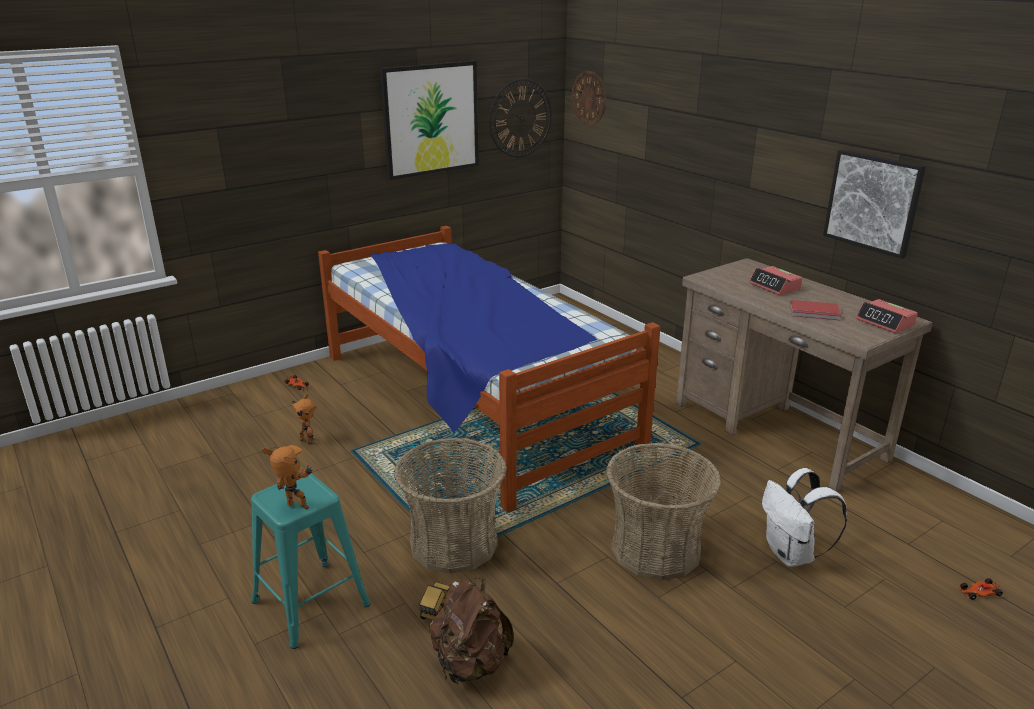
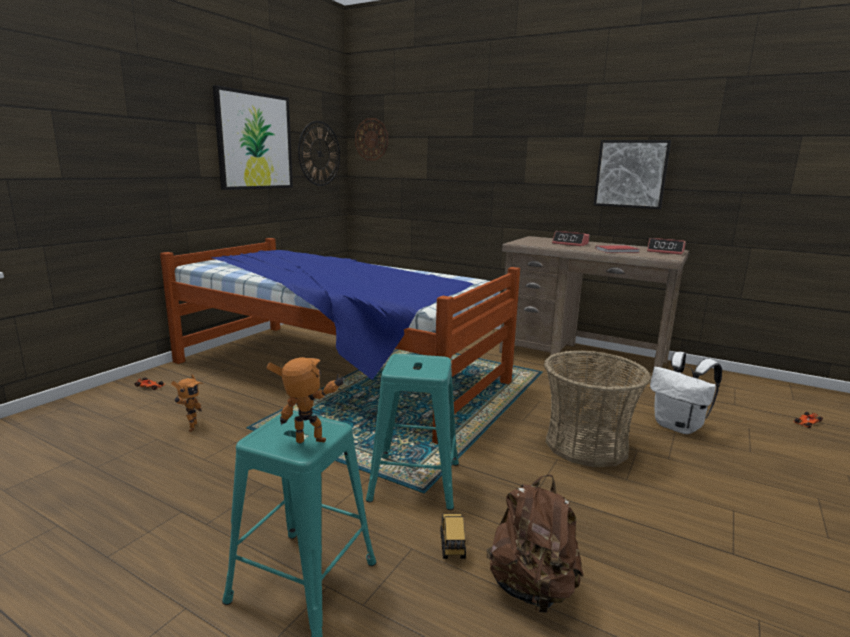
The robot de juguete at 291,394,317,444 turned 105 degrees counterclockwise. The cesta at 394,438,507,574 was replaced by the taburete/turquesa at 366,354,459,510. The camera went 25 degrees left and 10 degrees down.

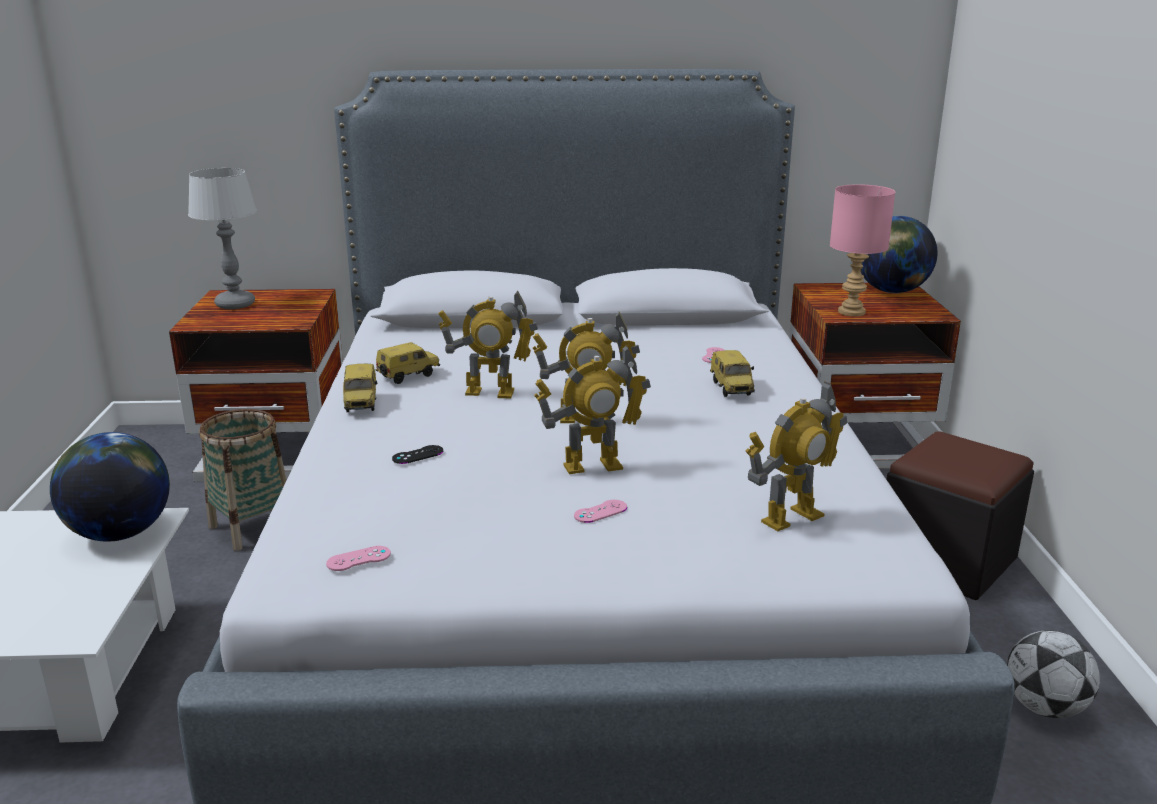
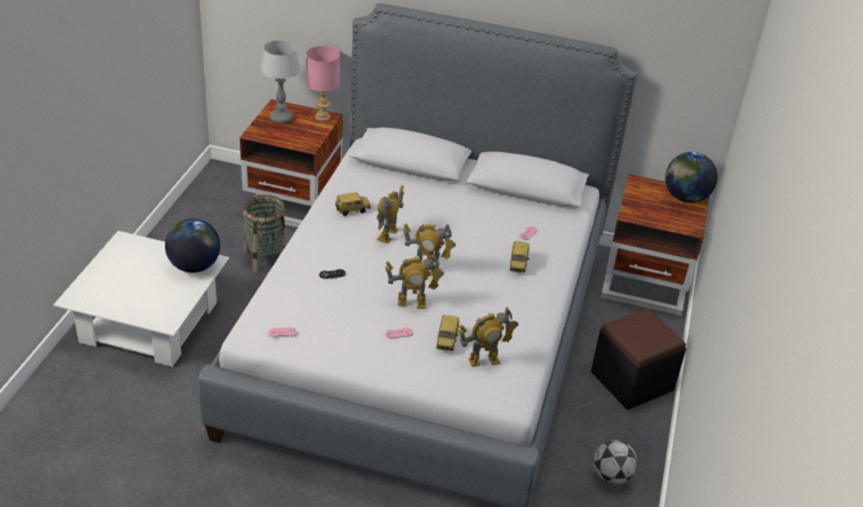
The coche de juguete moved from 343,364,377,412 to 436,315,459,351. The robot de juguete at 438,290,538,399 turned 90 degrees clockwise. The lámpara de mesa/rosa moved from 830,184,895,316 to 306,46,340,122. The camera went 15 degrees right and 15 degrees up.

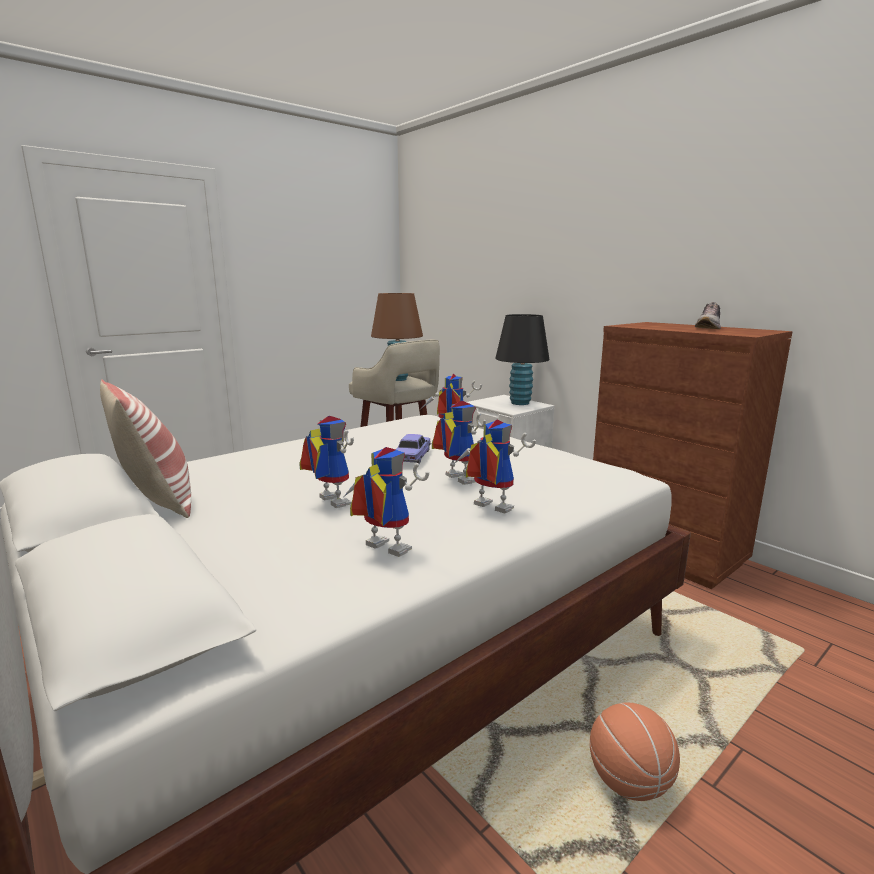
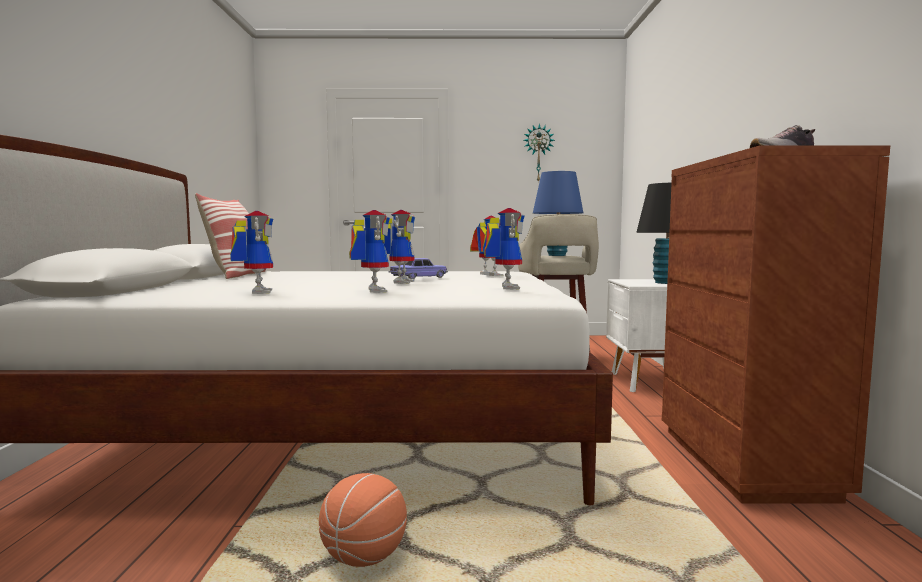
The robot de juguete moved from 299,416,354,508 to 484,208,525,290. The lámpara de mesa/marrón at 371,293,423,381 became the lámpara de mesa/azul at 533,171,583,256. The reloj de pared at 524,123,555,183 appeared. The camera went 40 degrees right and 10 degrees down.

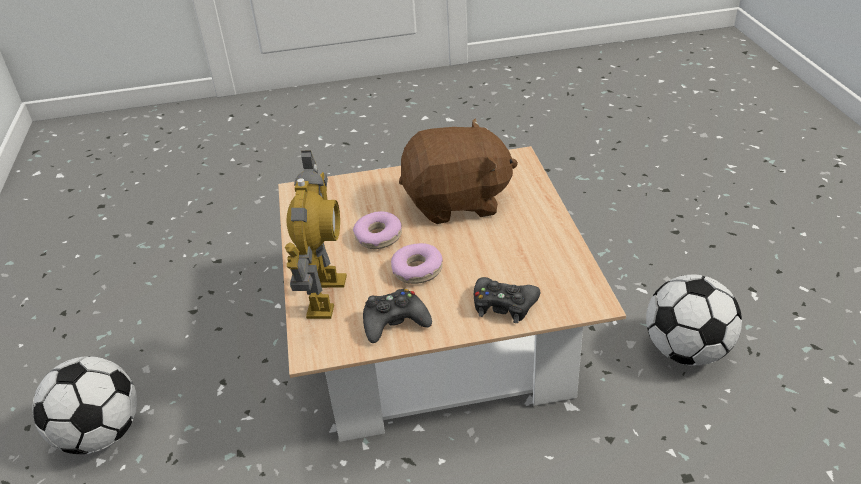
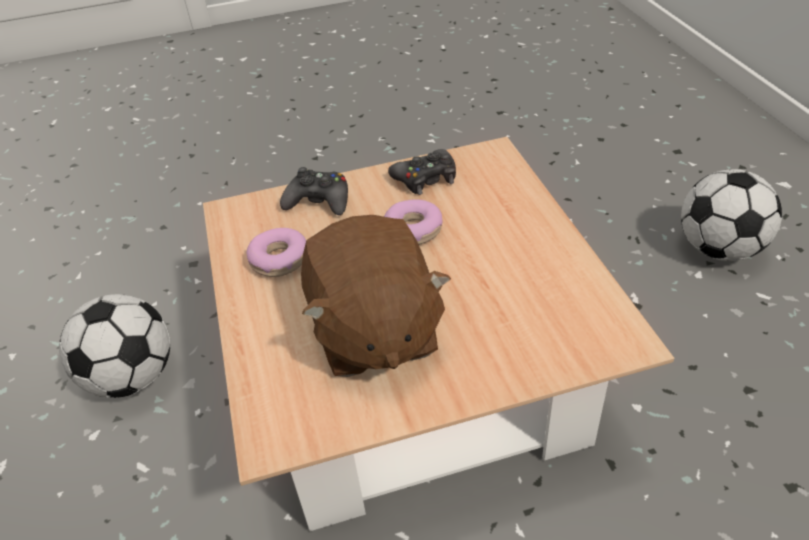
The robot de juguete at 285,151,347,319 disappeared. The rosquilla moved from 353,211,402,249 to 246,228,306,277. The peluche/marrón at 399,119,518,224 turned 90 degrees counterclockwise. The camera went 175 degrees right and 5 degrees up.

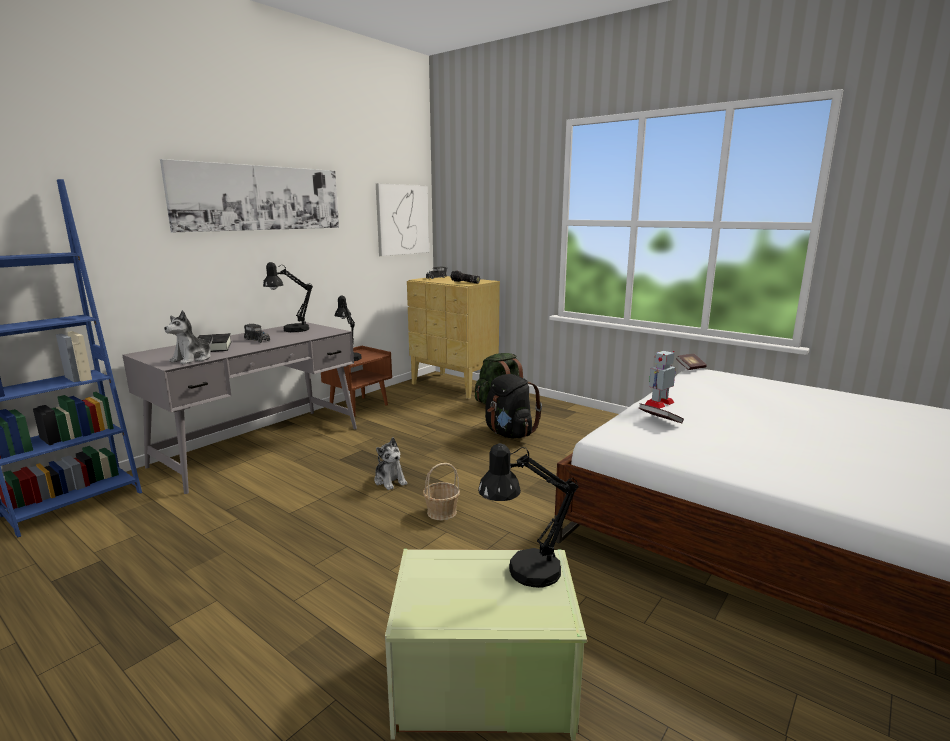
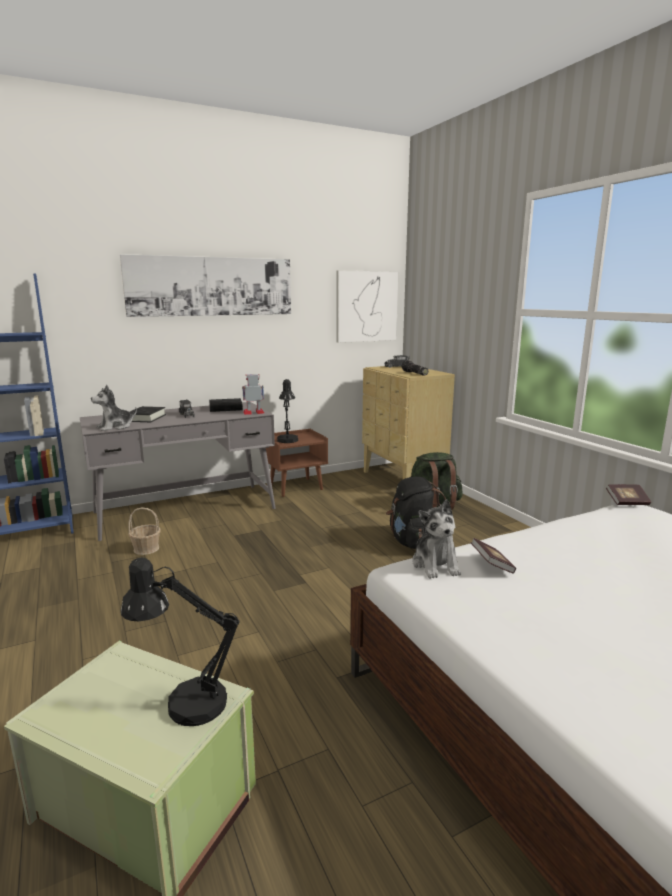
The lámpara de mesa/negro at 263,262,313,332 was replaced by the libro/negro at 209,398,243,412. The peluche moved from 374,437,408,490 to 412,499,461,579. The cesta moved from 423,463,460,520 to 128,507,161,555. The robot de juguete moved from 645,351,676,409 to 242,374,265,415. The camera went 25 degrees right and 0 degrees up.

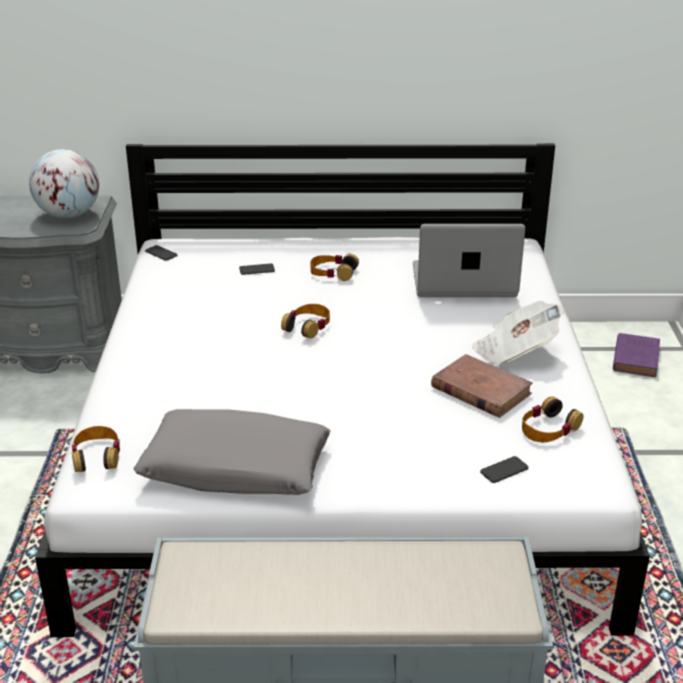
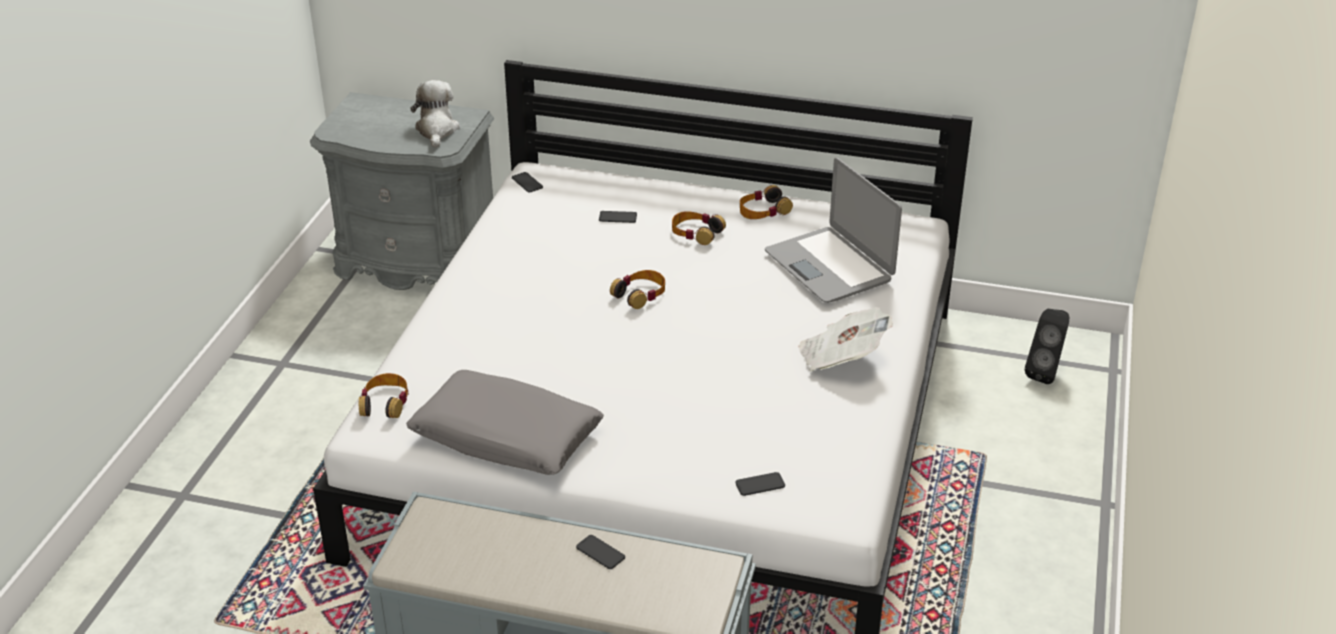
The globo terráqueo at 29,149,99,218 was replaced by the peluche at 410,80,460,148. The portátil at 413,224,525,297 turned 135 degrees counterclockwise. The libro/marrón at 431,354,533,418 disappeared. The auriculares moved from 522,396,583,443 to 740,185,793,219. The libro/morado at 613,333,660,377 was replaced by the altavoz/negro at 1025,309,1069,384. The móvil at 576,535,625,569 appeared. The camera went 15 degrees right and 5 degrees up.

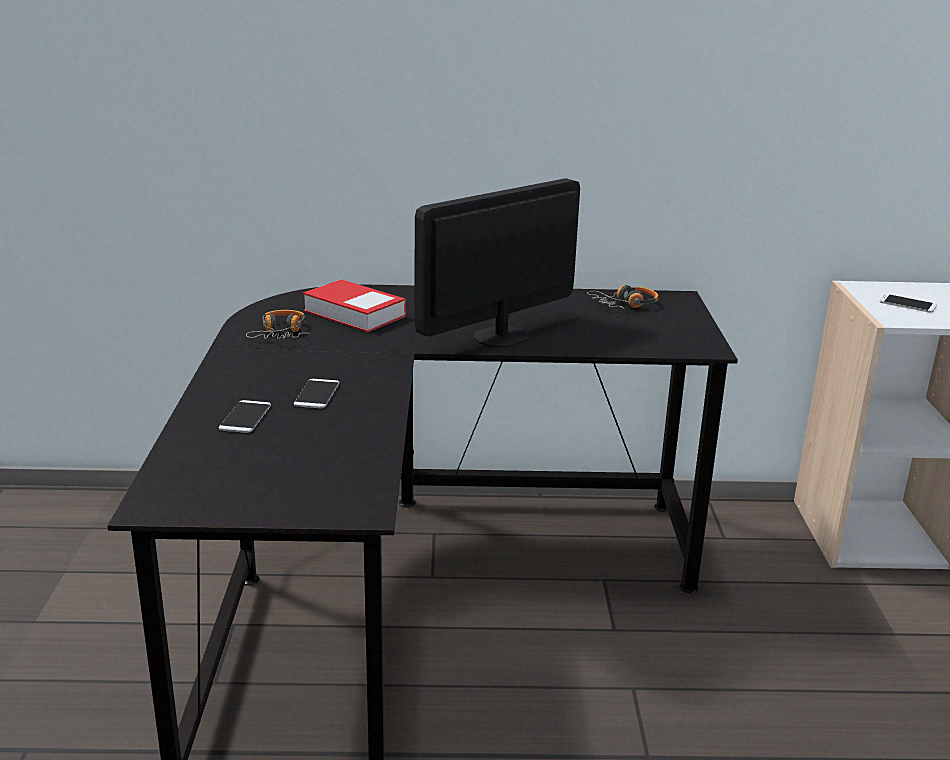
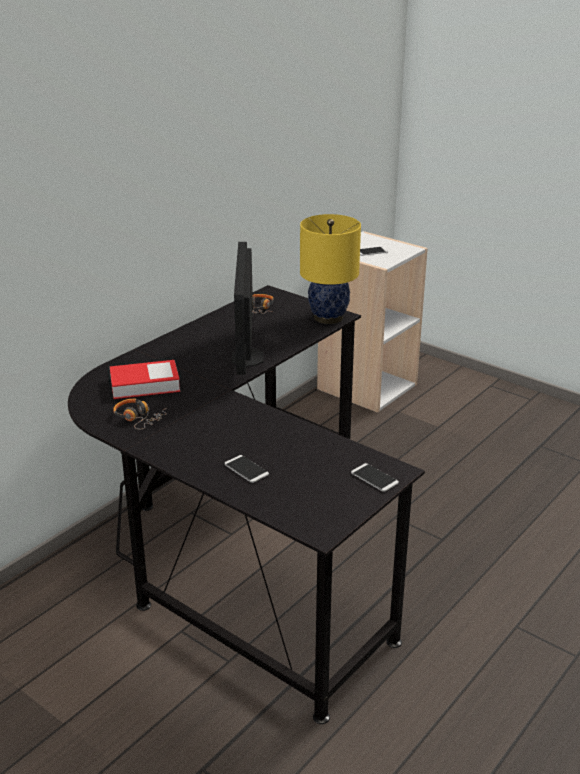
The móvil moved from 294,379,339,408 to 351,463,399,492. The lámpara de mesa/amarillo at 300,214,361,324 appeared. The camera went 50 degrees left and 5 degrees up.

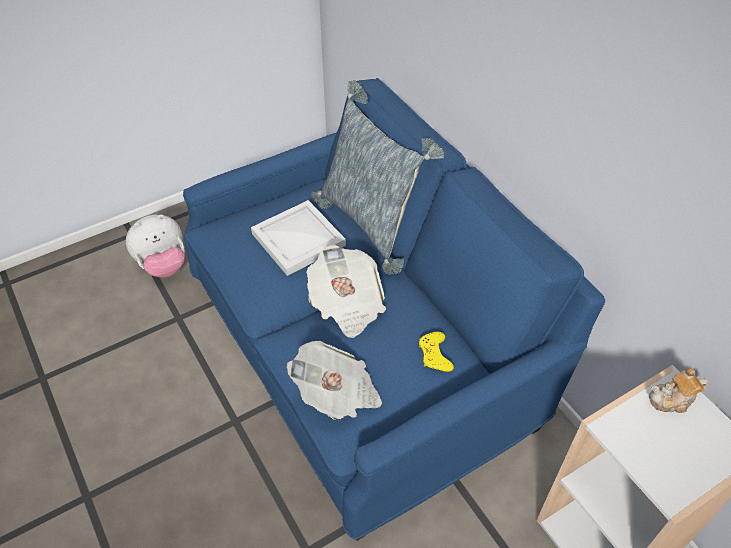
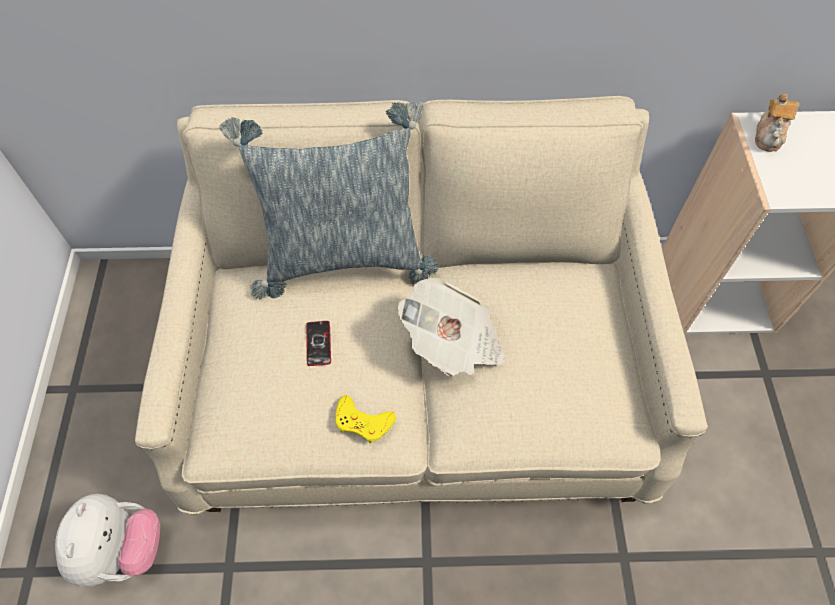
The sofá/azul at 183,78,605,541 became the sofá/beis at 135,96,708,515. The bandeja/blanco at 251,200,346,276 was replaced by the móvil at 306,321,331,366. The periódico at 287,341,382,420 disappeared. The mando de consola/amarillo moved from 419,332,454,372 to 335,395,396,443. The camera went 60 degrees left and 10 degrees up.

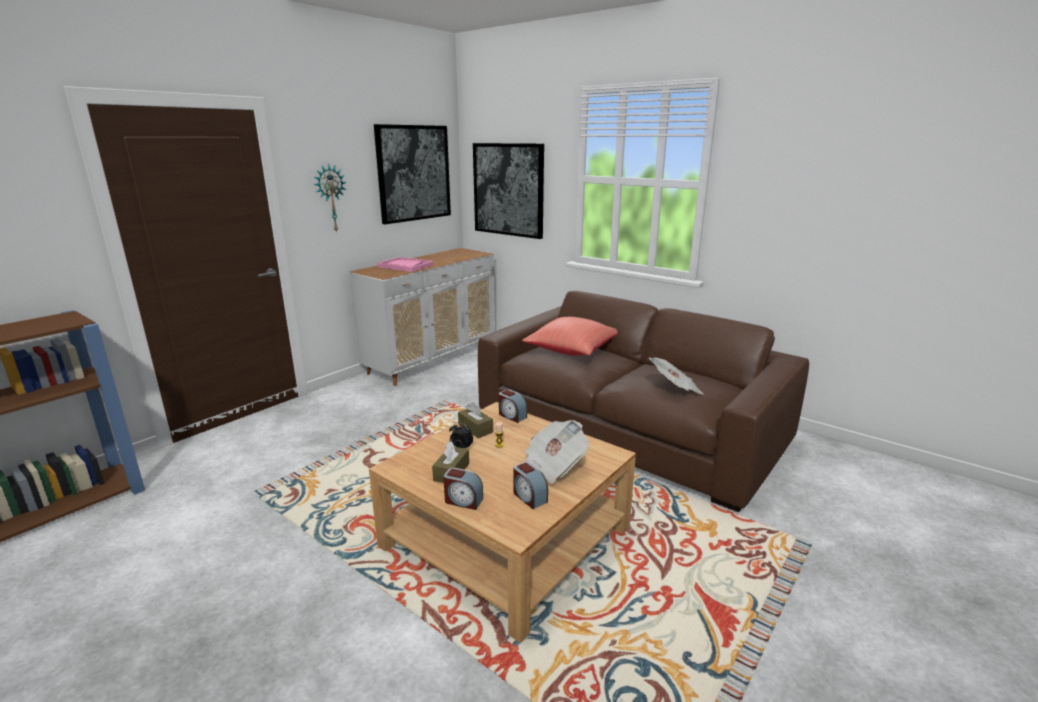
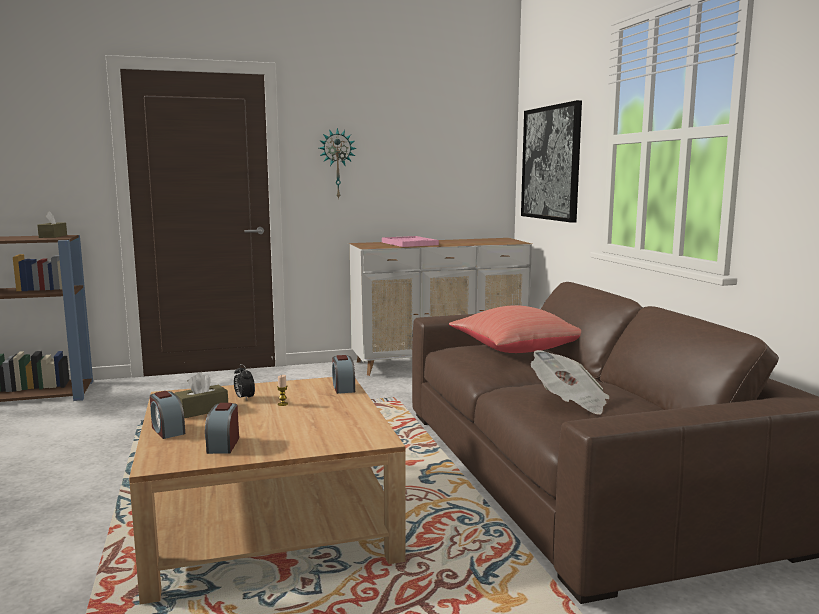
The cuadro at 374,124,451,224 disappeared. The caja de pañuelos/marrón moved from 458,402,493,438 to 37,211,67,238. The periódico at 525,420,589,483 disappeared. The camera went 35 degrees right and 10 degrees down.

